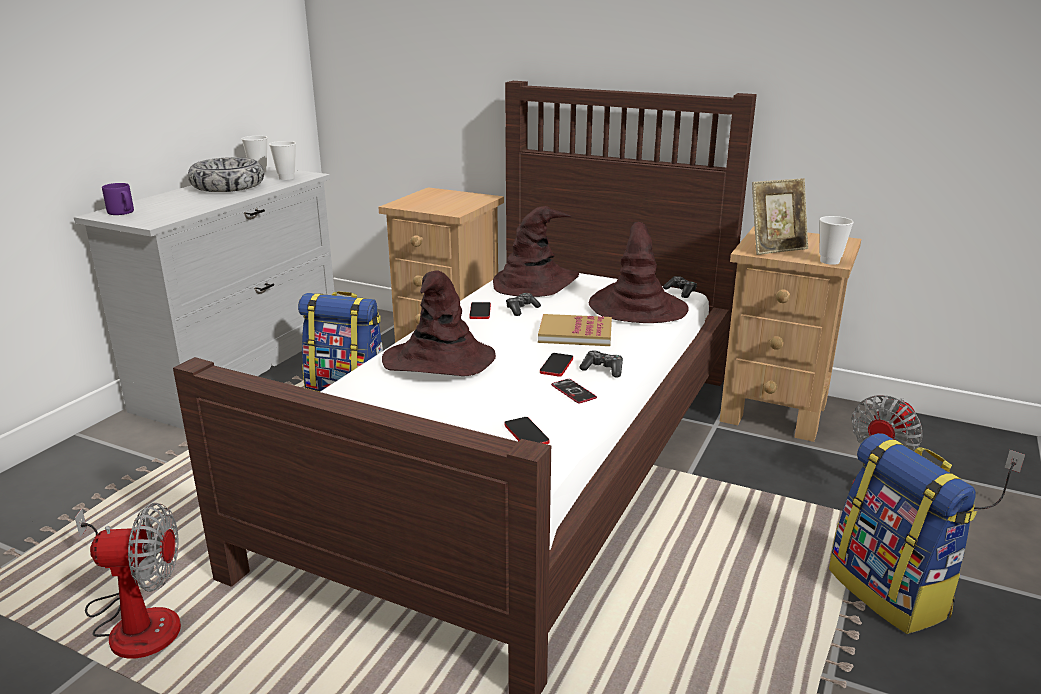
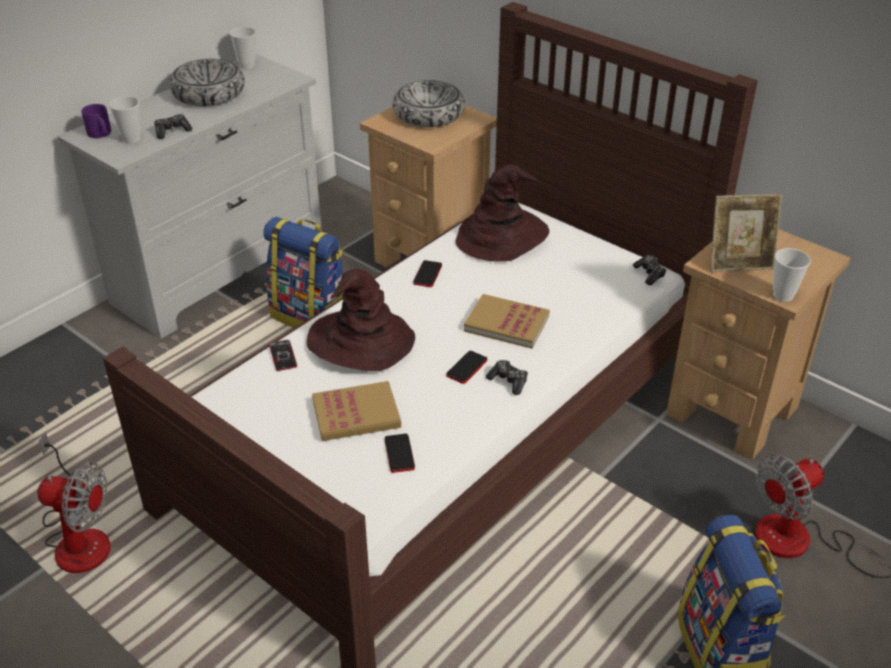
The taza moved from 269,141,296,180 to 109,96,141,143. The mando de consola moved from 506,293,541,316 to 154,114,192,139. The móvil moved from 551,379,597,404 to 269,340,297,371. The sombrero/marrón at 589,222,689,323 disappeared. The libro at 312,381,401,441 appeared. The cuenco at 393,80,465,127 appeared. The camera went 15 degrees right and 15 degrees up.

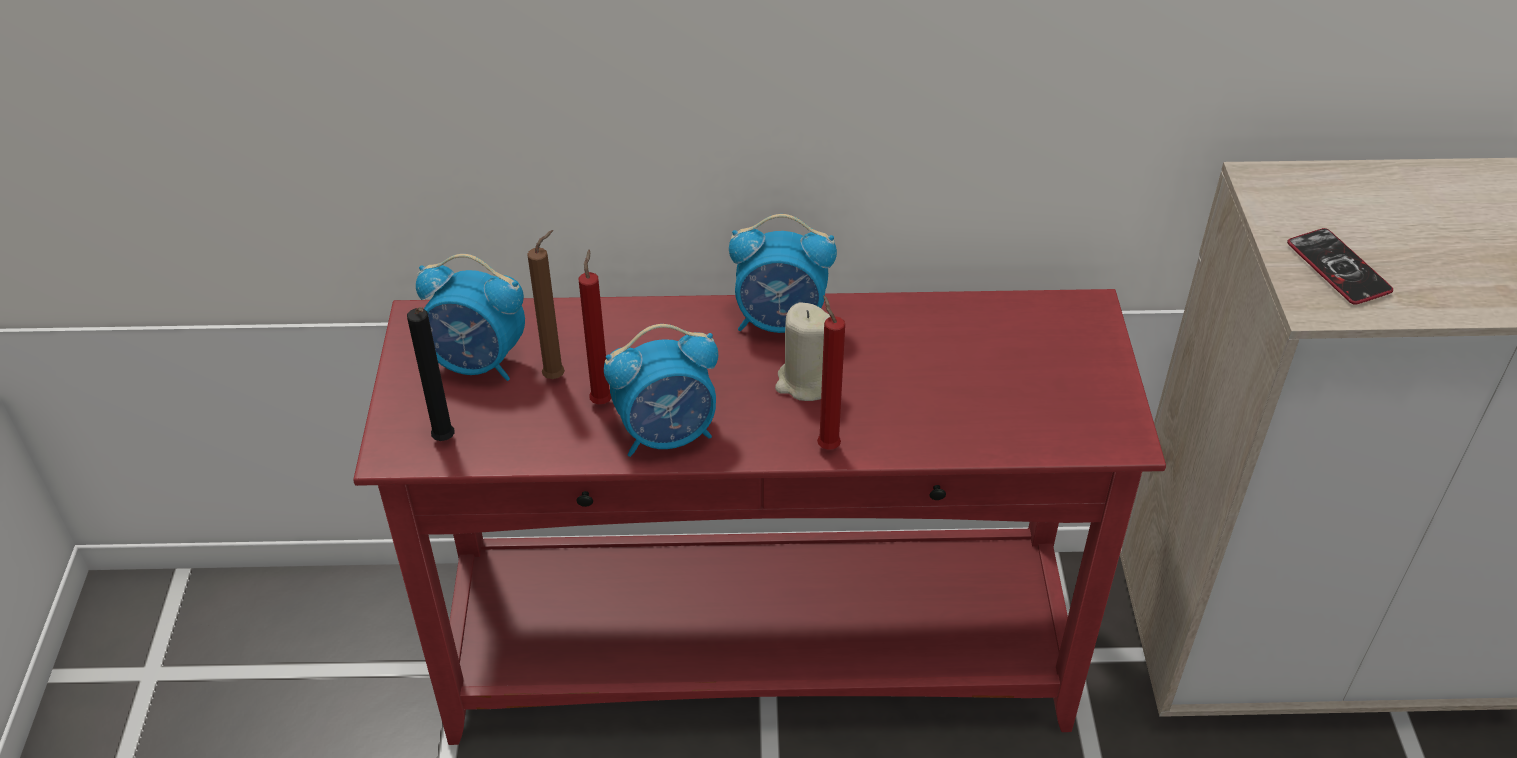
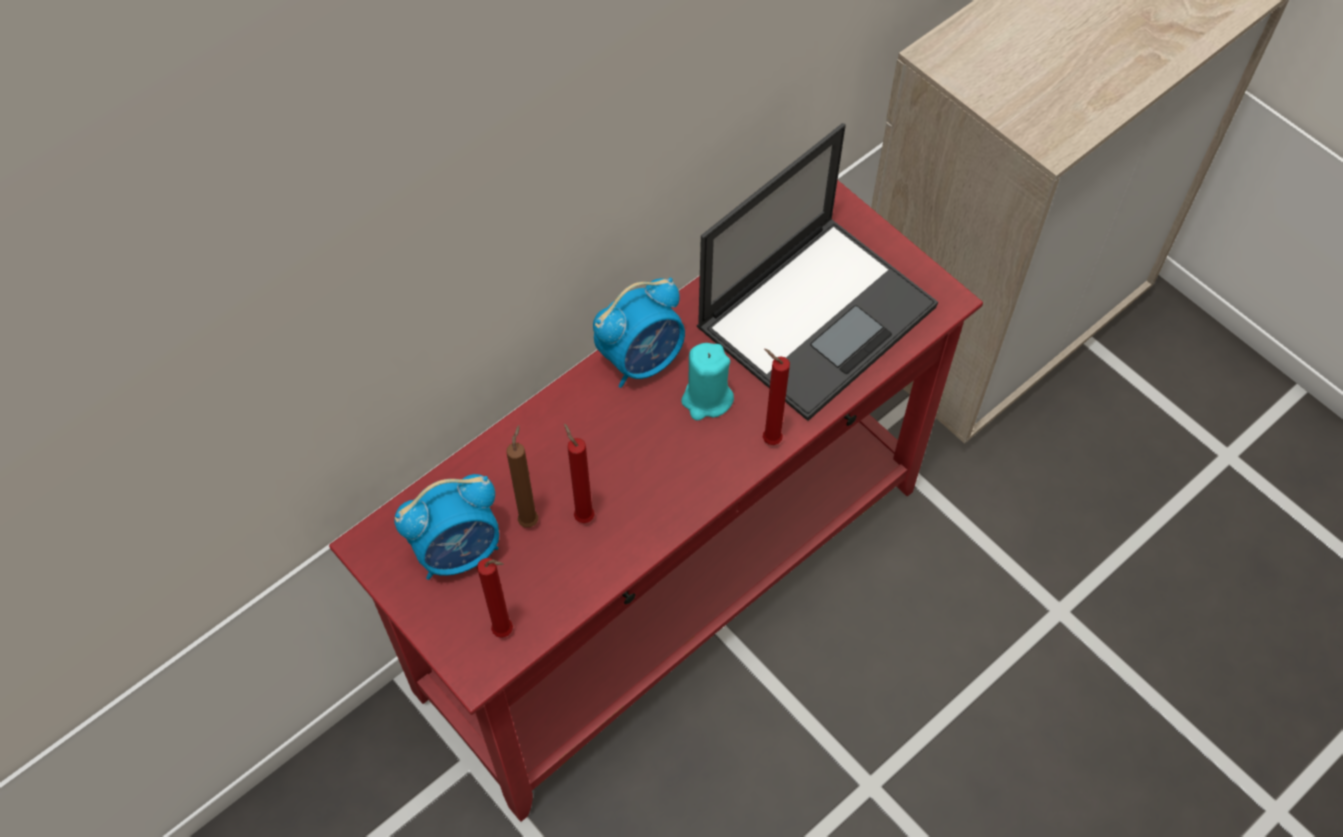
The vela/negro at 407,307,455,441 became the vela/rojo at 477,558,513,638. The despertador at 604,324,718,457 disappeared. The vela/beis at 775,303,830,401 became the vela/turquesa at 681,343,734,421. The móvil at 1287,228,1393,305 disappeared. The portátil at 697,123,938,421 appeared. The camera went 40 degrees left and 15 degrees up.

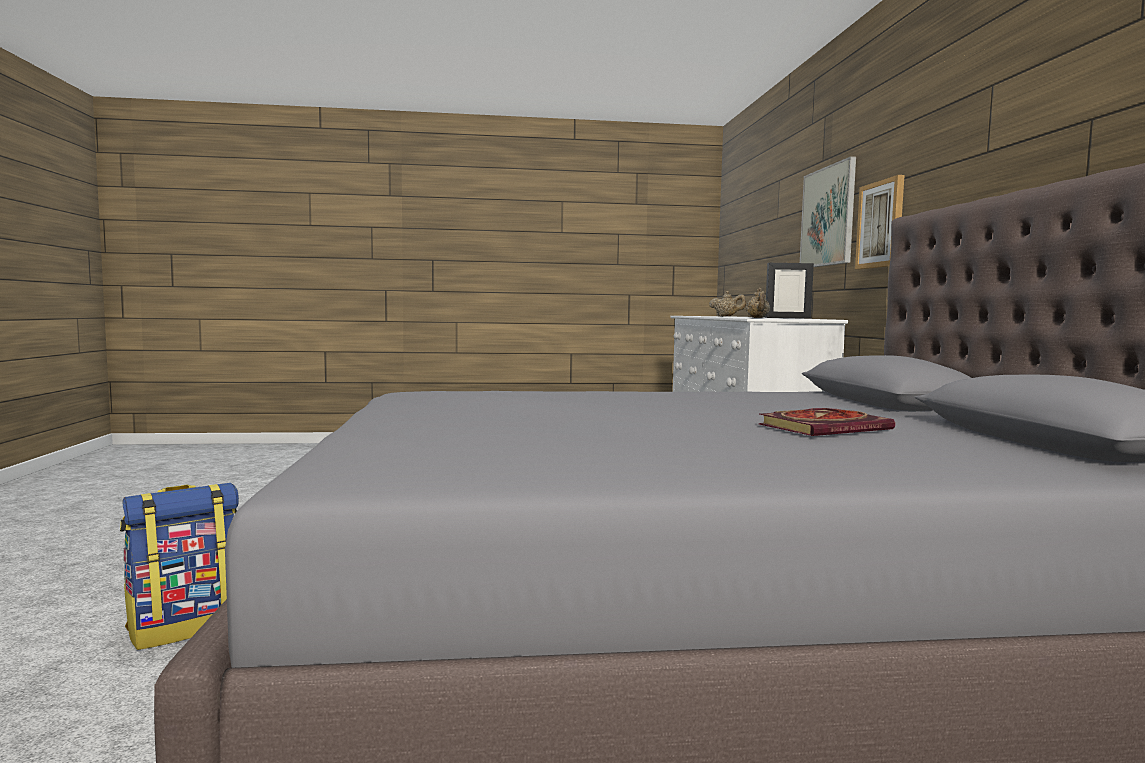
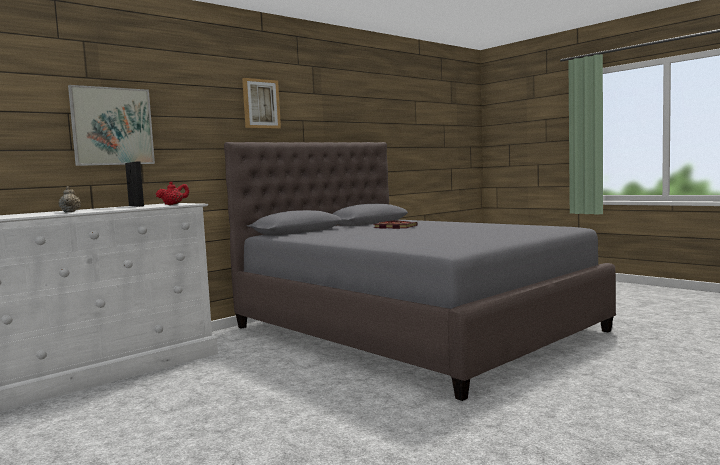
The mochila at 120,483,239,650 disappeared. The tetera/beis at 746,288,770,318 became the tetera/rojo at 156,182,189,205. The cuadro moved from 855,175,904,269 to 242,78,281,129. The camera went 125 degrees left and 0 degrees up.

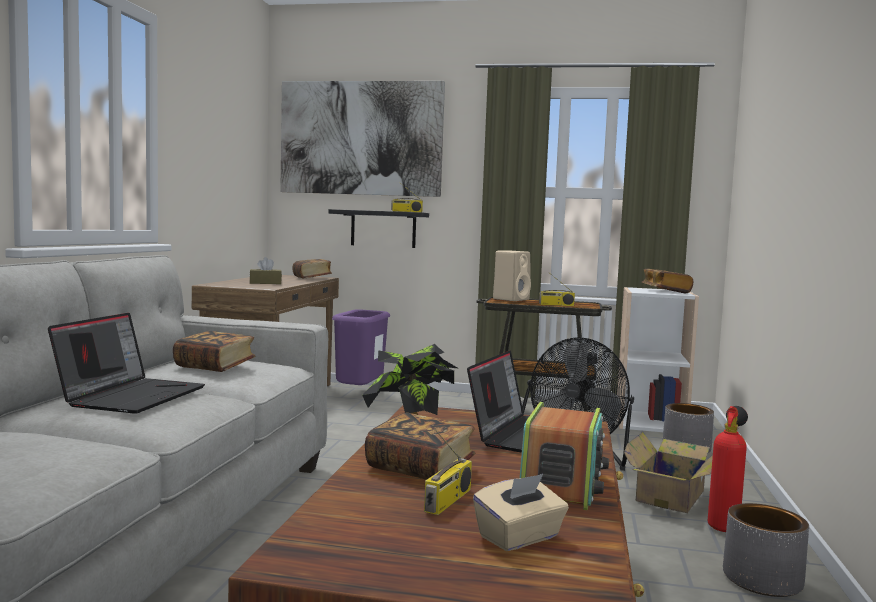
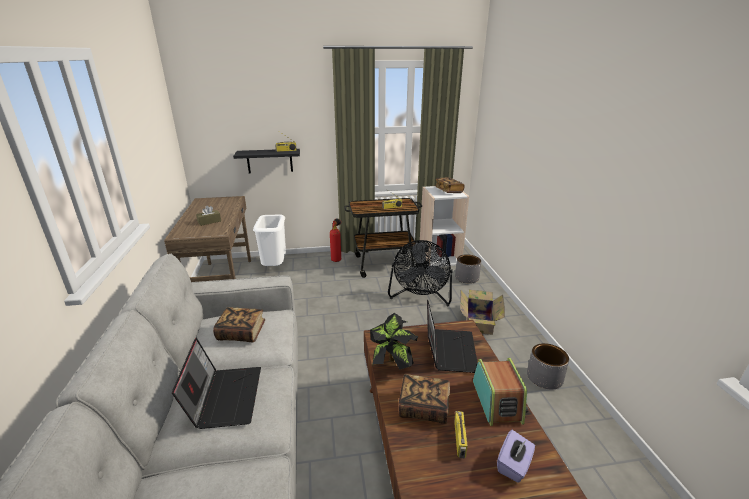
The cuadro at 280,81,445,197 disappeared. The libro at 292,259,332,279 disappeared. The papelera/morado at 332,309,390,385 became the papelera/blanco at 253,215,286,266. The caja de pañuelos/beis at 473,474,569,551 became the caja de pañuelos/morado at 497,430,535,483. The altavoz/beis at 493,251,531,301 disappeared. The extintor moved from 708,406,748,532 to 330,218,341,262. The camera went 20 degrees left and 20 degrees up.

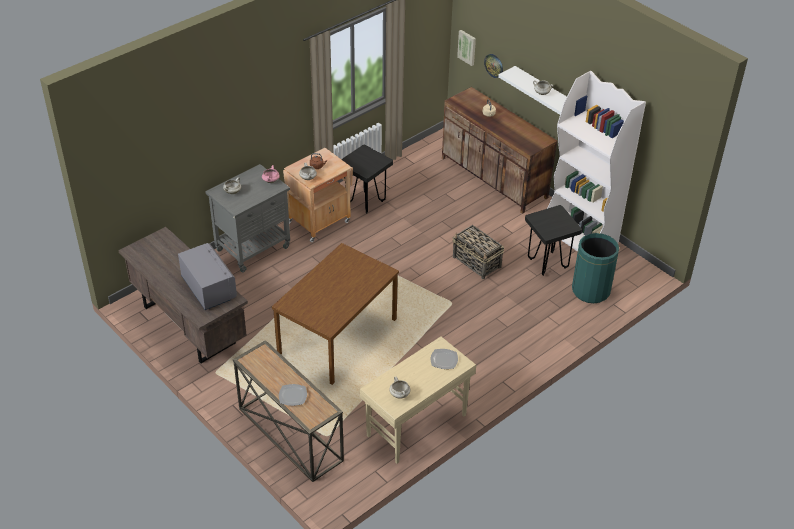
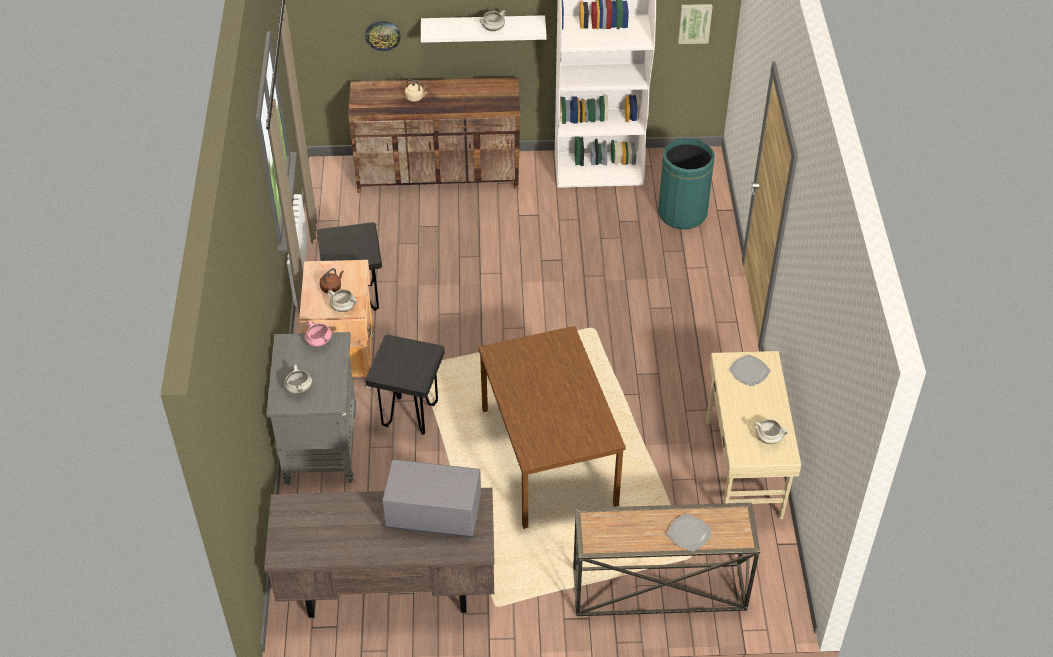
The cesta at 452,225,504,279 disappeared. The cuadro moved from 457,30,476,66 to 678,4,712,44. The taburete/negro moved from 525,205,582,276 to 366,335,444,435. The camera went 50 degrees left and 5 degrees up.

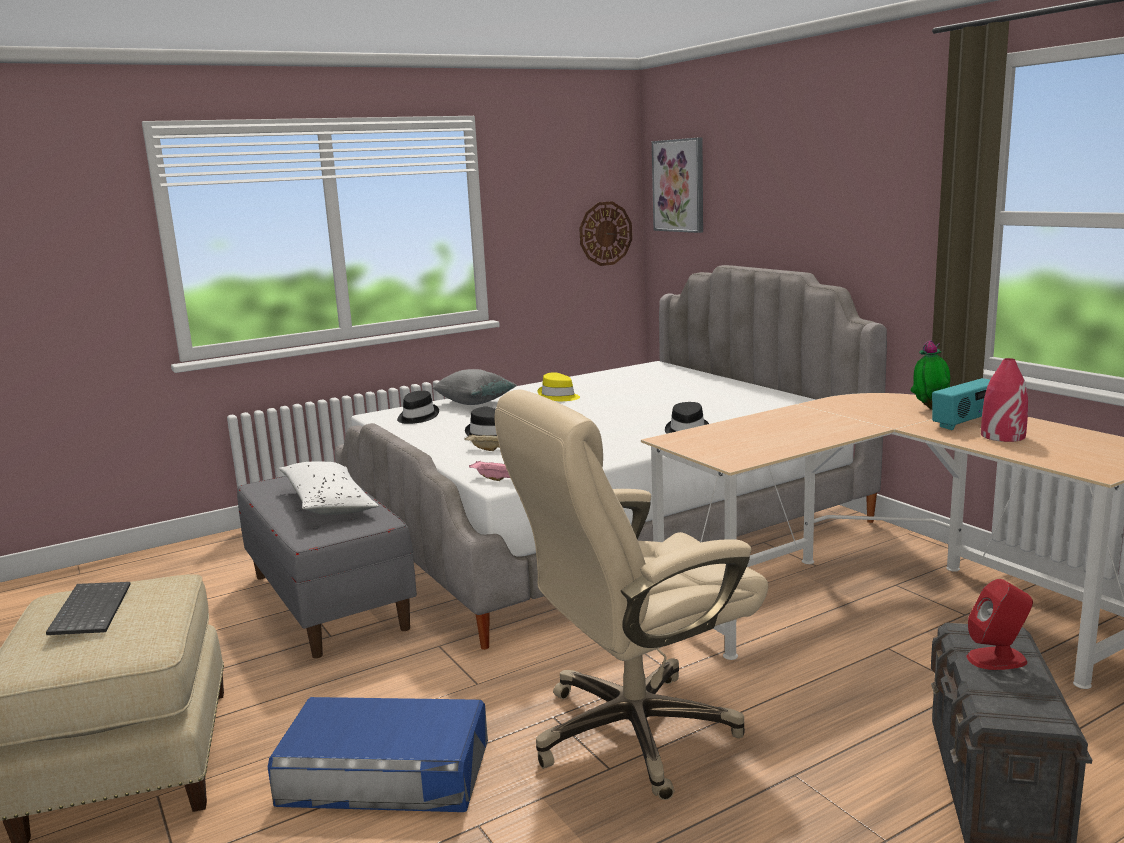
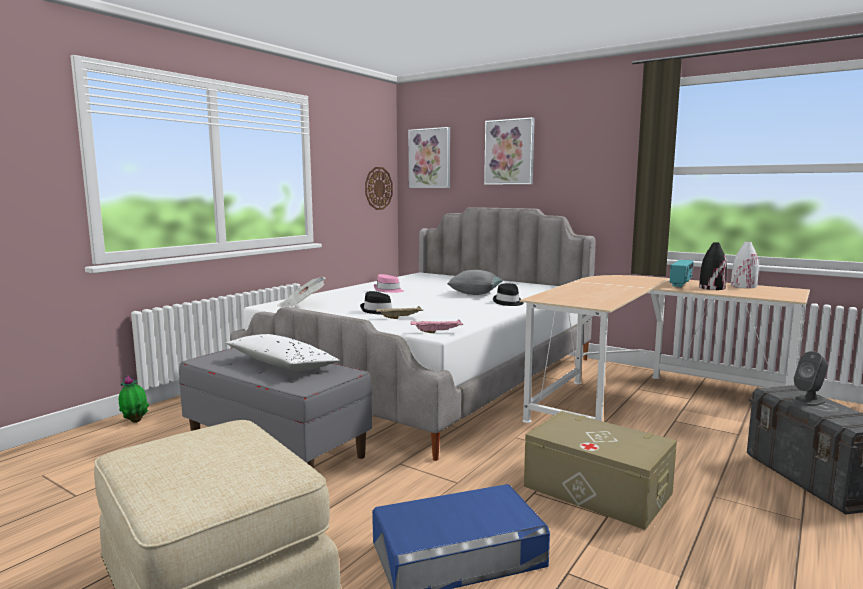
The teclado at 46,582,130,635 disappeared. The sombrero/negro at 397,391,439,424 was replaced by the periódico at 277,277,326,307. The cojín/gris moved from 432,369,517,405 to 447,270,503,295. The silla de oficina/beis at 495,390,768,800 was replaced by the caja de almacenaje/beis at 524,411,677,530. The sombrero/amarillo at 538,372,580,401 became the sombrero/rosa at 373,274,404,293. The planta en maceta moved from 910,340,950,410 to 119,375,149,423. The altavoz/rojo at 967,579,1033,670 became the altavoz/gris at 792,351,828,406. The florero/rojo at 981,358,1028,442 became the florero/negro at 699,242,727,290. The cuadro at 484,117,535,185 appeared. The florero/blanco at 731,241,759,288 appeared. The camera went 25 degrees left and 5 degrees down.

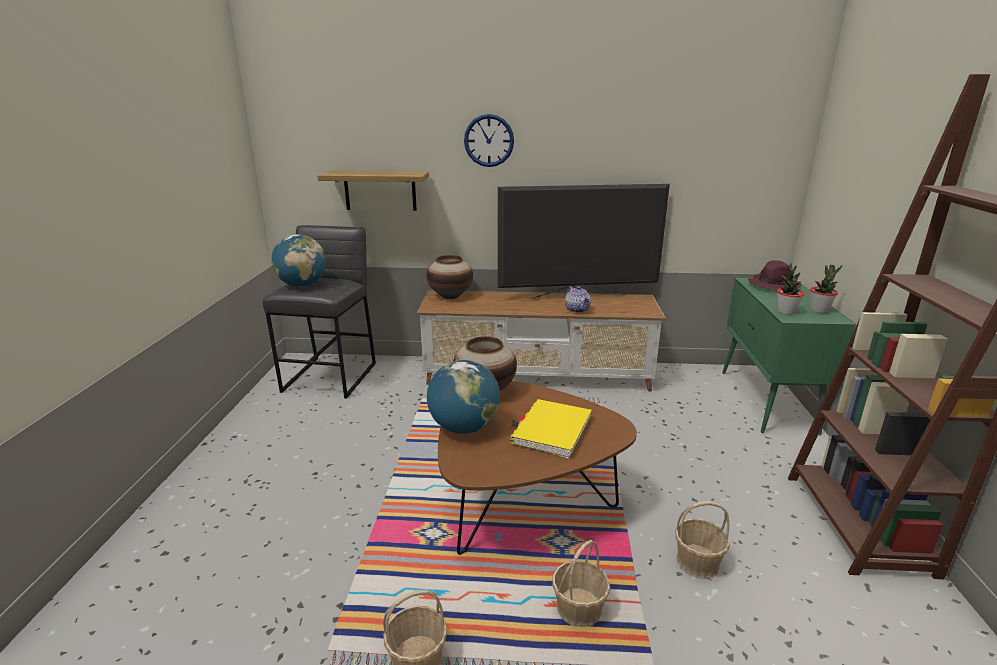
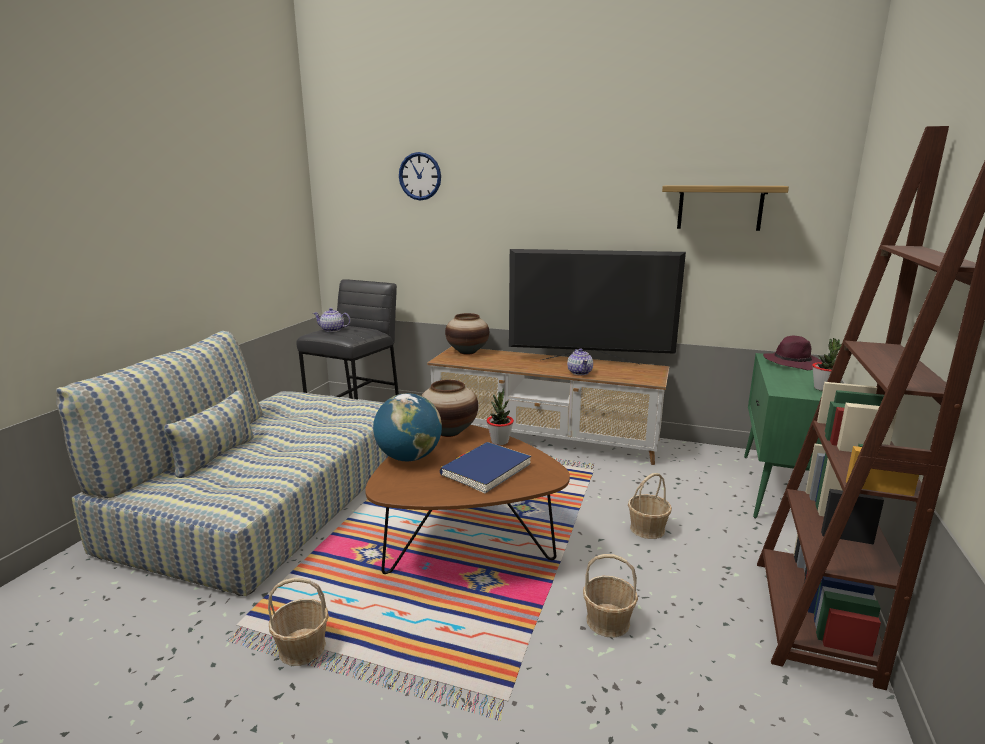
The globo terráqueo at 271,234,326,287 was replaced by the tetera at 313,308,351,332. The estante moved from 317,171,429,211 to 662,185,789,231. The reloj de pared moved from 464,114,514,167 to 399,152,441,200. The libro/amarillo at 510,399,592,459 became the libro/azul at 439,442,531,494. The cesta moved from 552,540,610,627 to 628,473,672,539. The planta en maceta moved from 777,263,805,315 to 486,389,514,445. The sofá at 56,331,388,596 appeared. The camera went 15 degrees right and 5 degrees down.

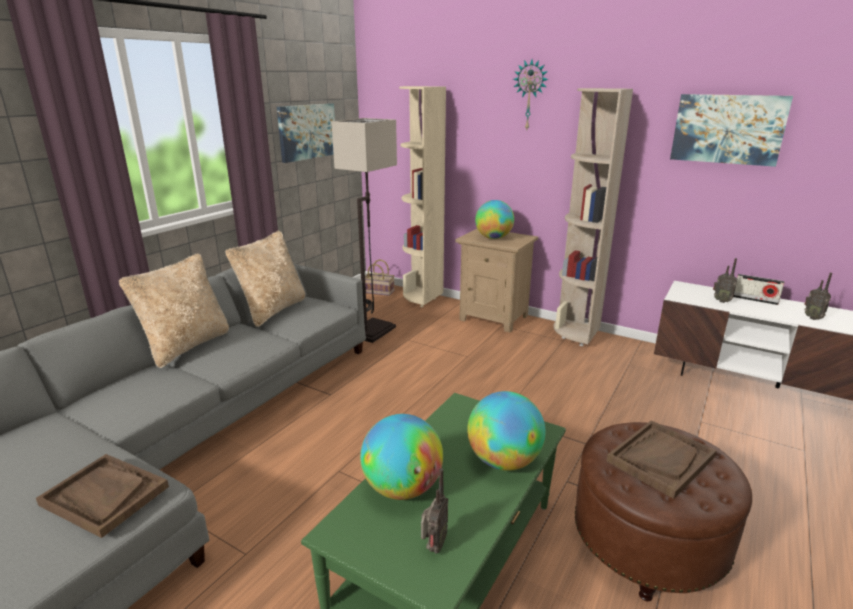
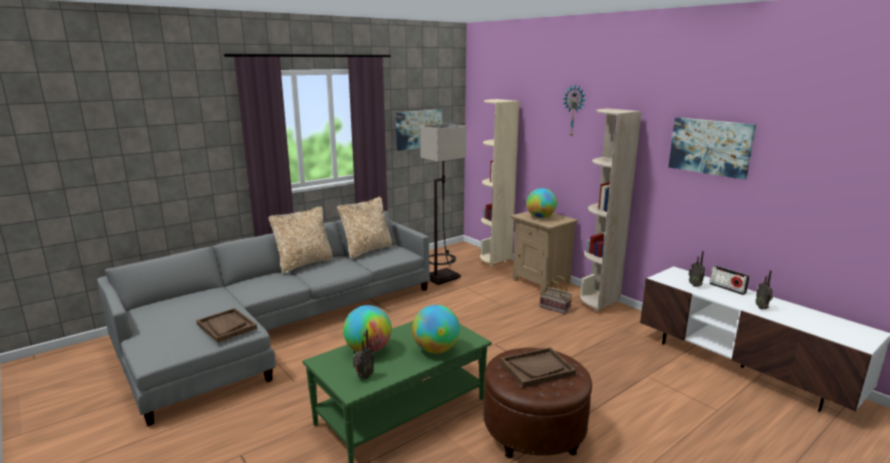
The cesta moved from 365,259,394,296 to 540,276,572,314. The camera went 20 degrees right and 5 degrees down.

